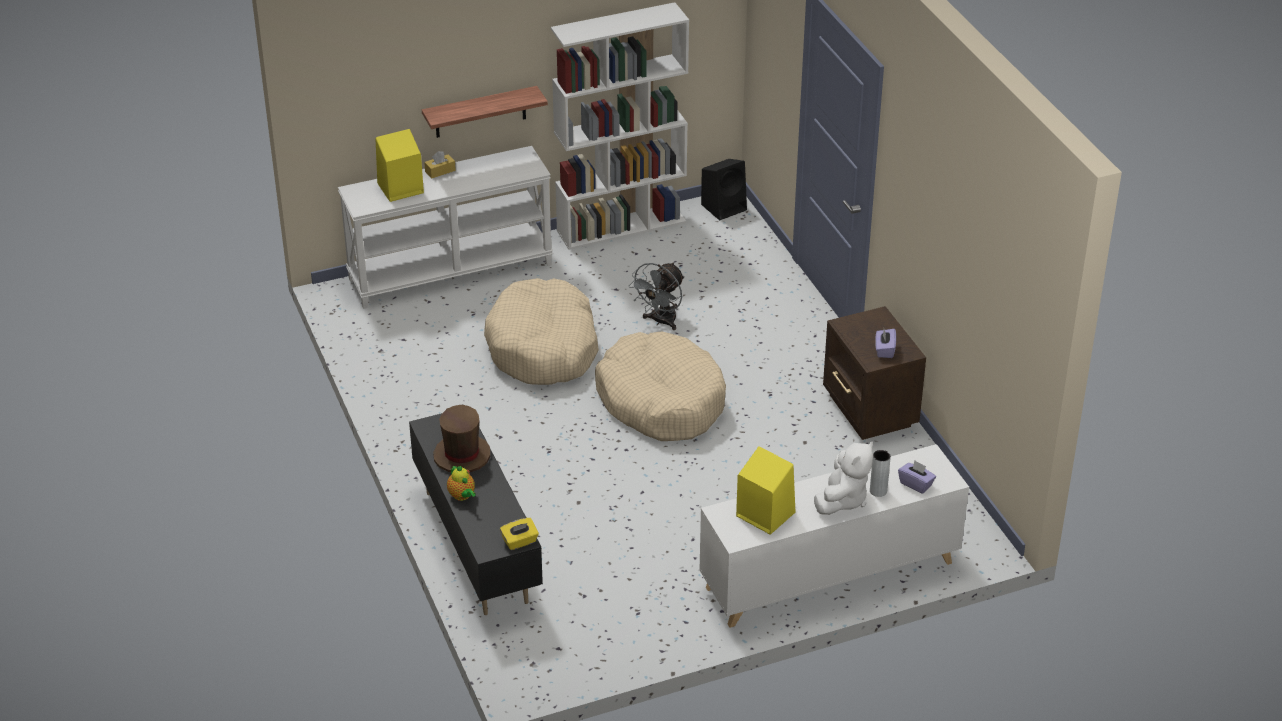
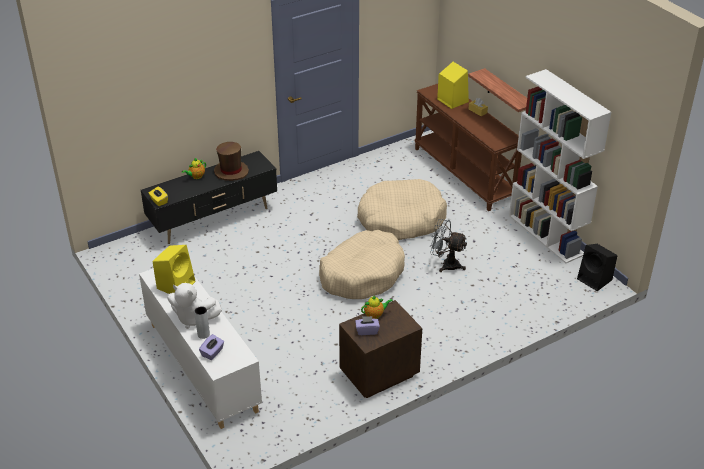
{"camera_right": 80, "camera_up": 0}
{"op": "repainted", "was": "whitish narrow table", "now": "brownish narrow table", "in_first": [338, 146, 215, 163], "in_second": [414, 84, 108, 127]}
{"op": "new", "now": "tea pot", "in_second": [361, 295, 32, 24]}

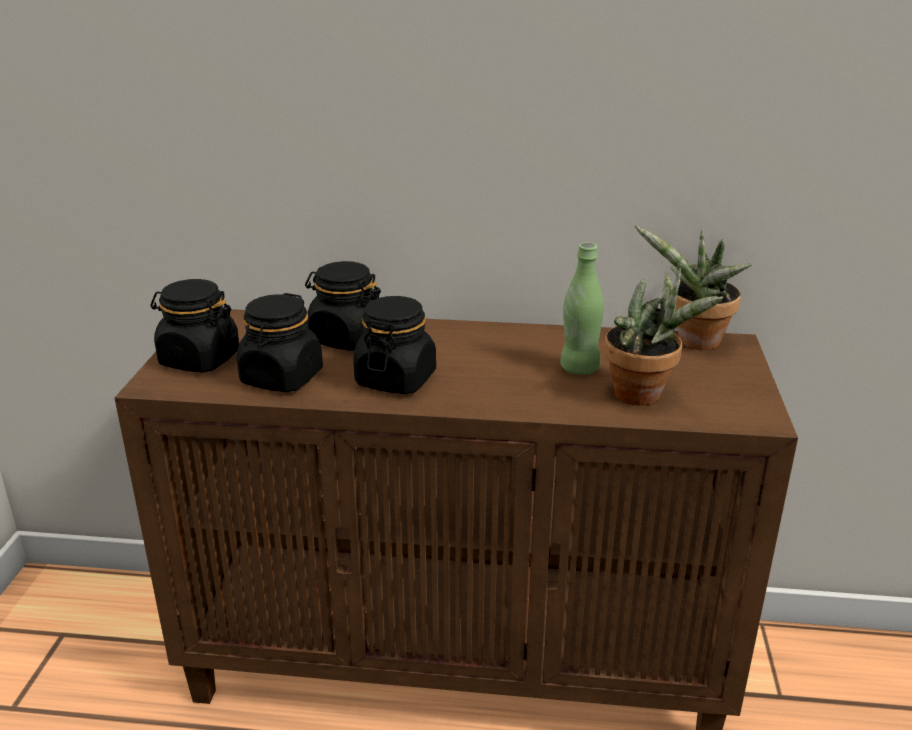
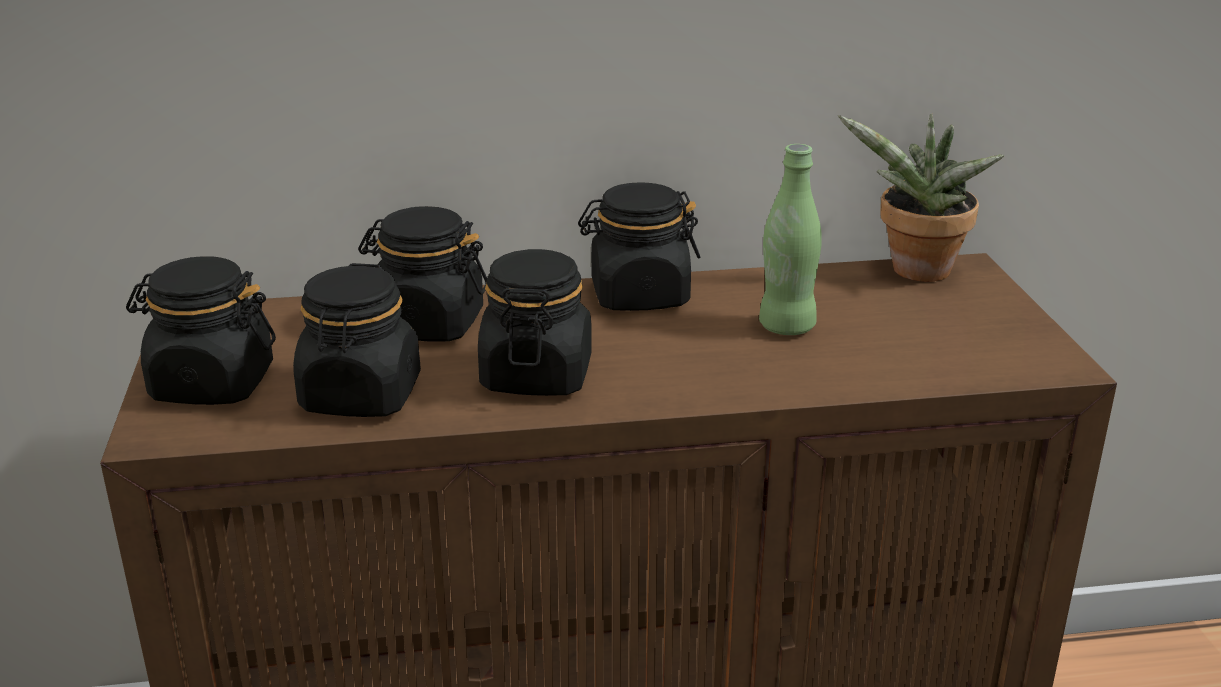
{"camera_right": -15, "camera_up": 0}
{"op": "gone", "was": "plant in a pot", "in_first": [604, 268, 119, 138]}
{"op": "new", "now": "blackish storage jar", "in_second": [578, 182, 122, 129]}

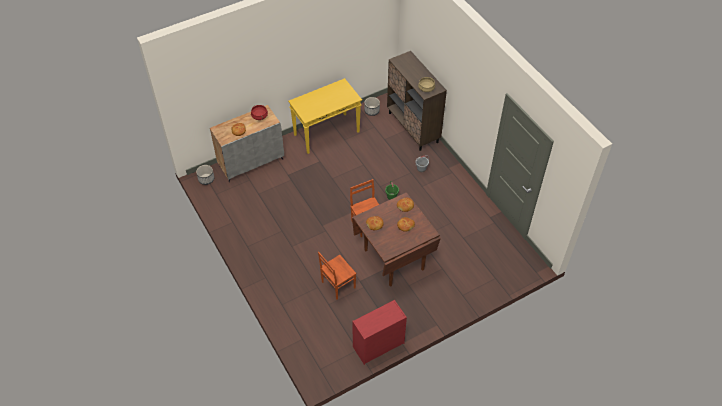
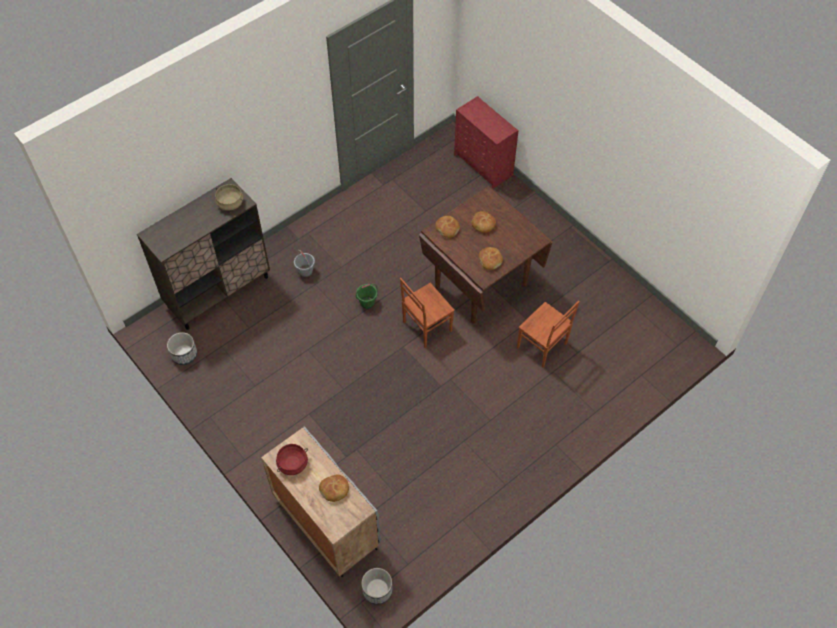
{"camera_right": -100, "camera_up": 5}
{"op": "gone", "was": "yellow narrow table", "in_first": [288, 78, 74, 76]}
{"op": "shifted", "was": "reddish dresser", "in_first": [352, 300, 55, 65], "in_second": [454, 96, 65, 93]}

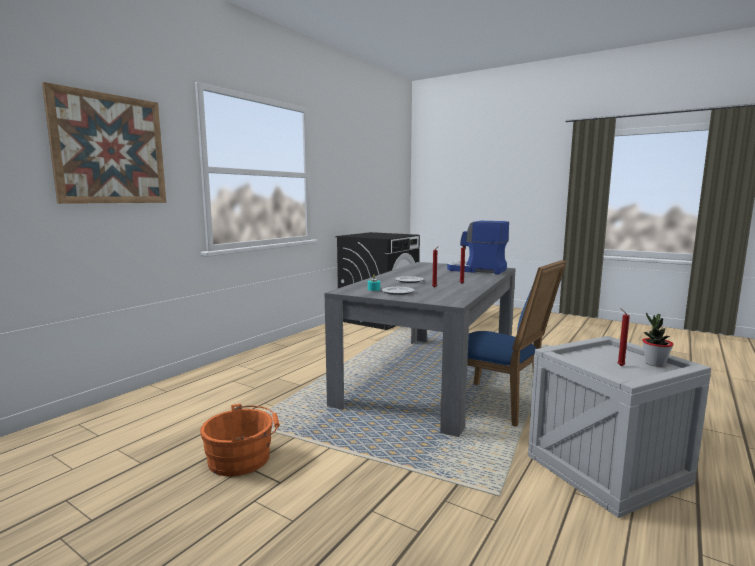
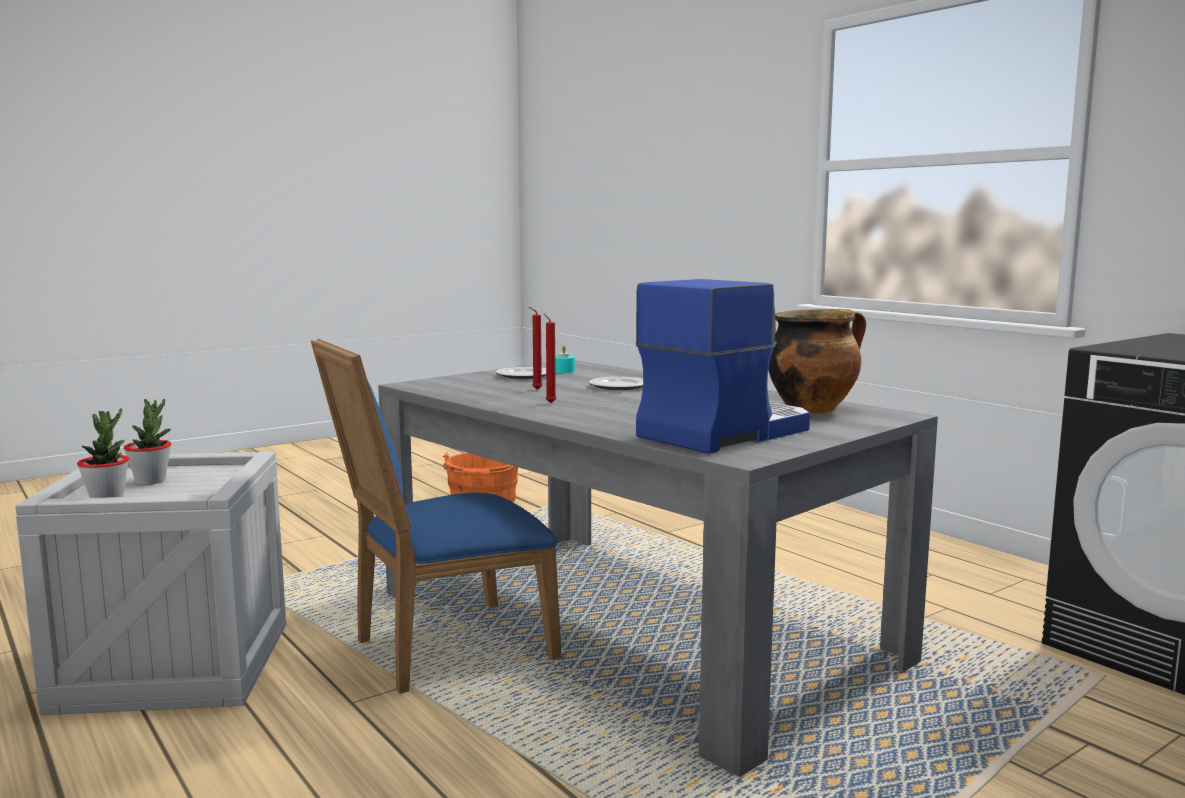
{"camera_right": 110, "camera_up": 0}
{"op": "gone", "was": "wall art", "in_first": [42, 82, 124, 122]}
{"op": "swapped", "was": "reddish candle", "now": "plant in a pot", "in_first": [617, 308, 13, 58], "in_second": [124, 399, 47, 86]}
{"op": "new", "now": "cooking pot", "in_second": [769, 309, 97, 105]}

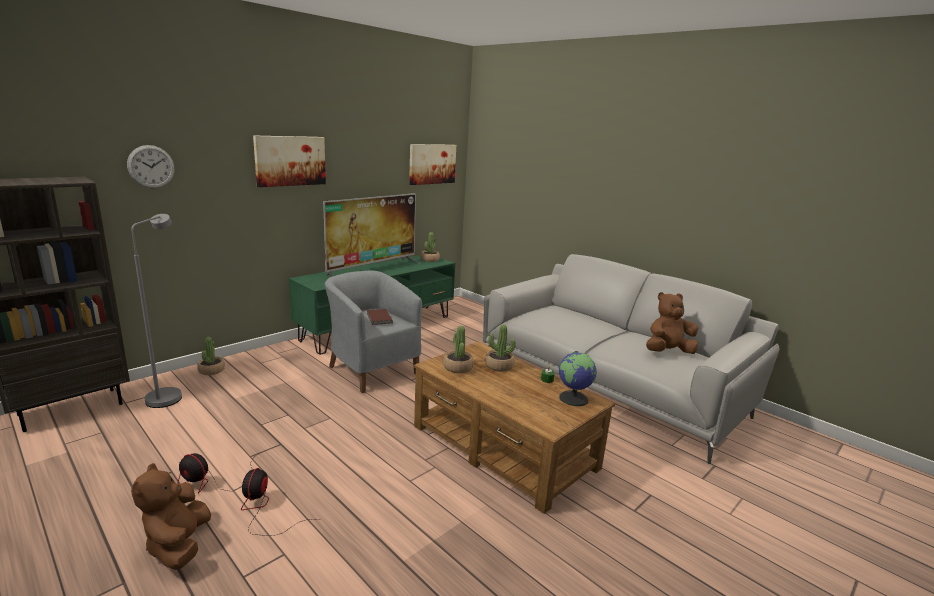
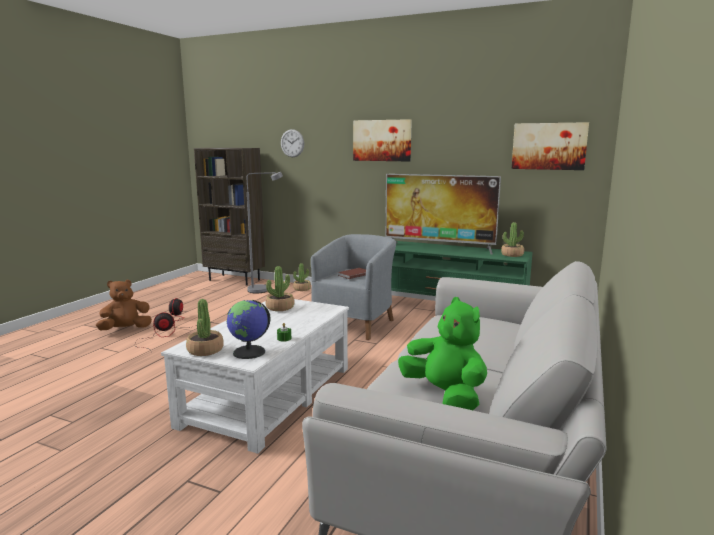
{"camera_right": 70, "camera_up": -5}
{"op": "repainted", "was": "brownish plush toy", "now": "green-coloured plush toy", "in_first": [646, 292, 53, 62], "in_second": [398, 297, 89, 113]}
{"op": "shifted", "was": "plant in a pot", "in_first": [485, 324, 31, 48], "in_second": [186, 299, 38, 57]}
{"op": "repainted", "was": "brownish coffee table", "now": "whitish coffee table", "in_first": [414, 342, 201, 172], "in_second": [161, 299, 188, 155]}

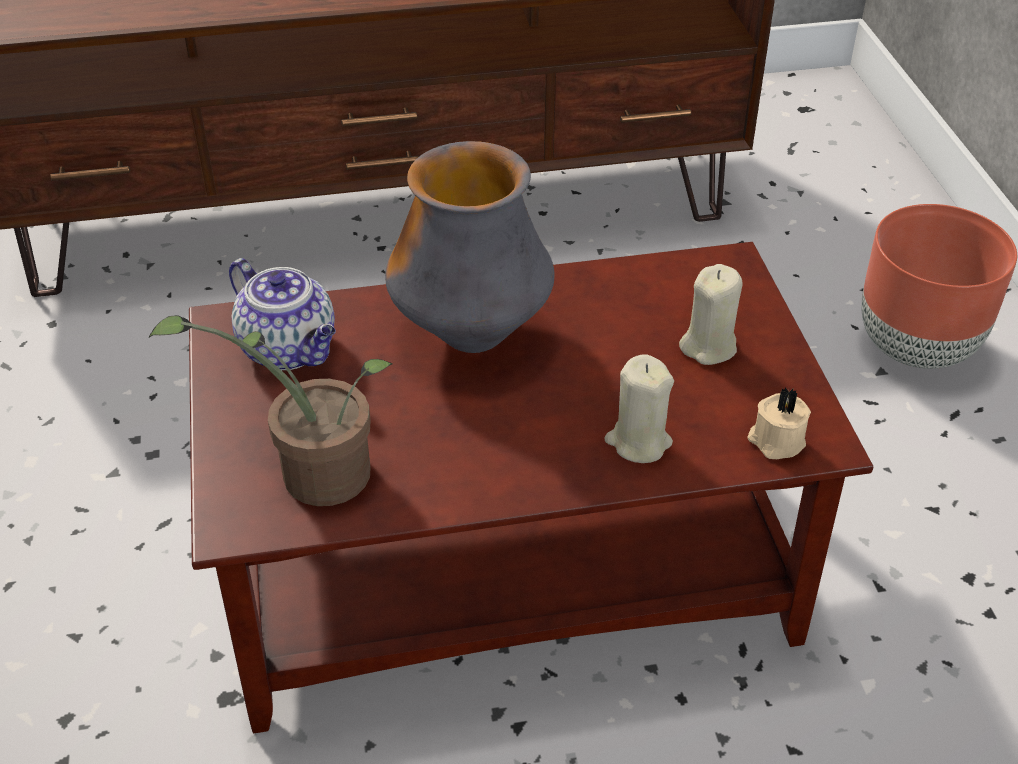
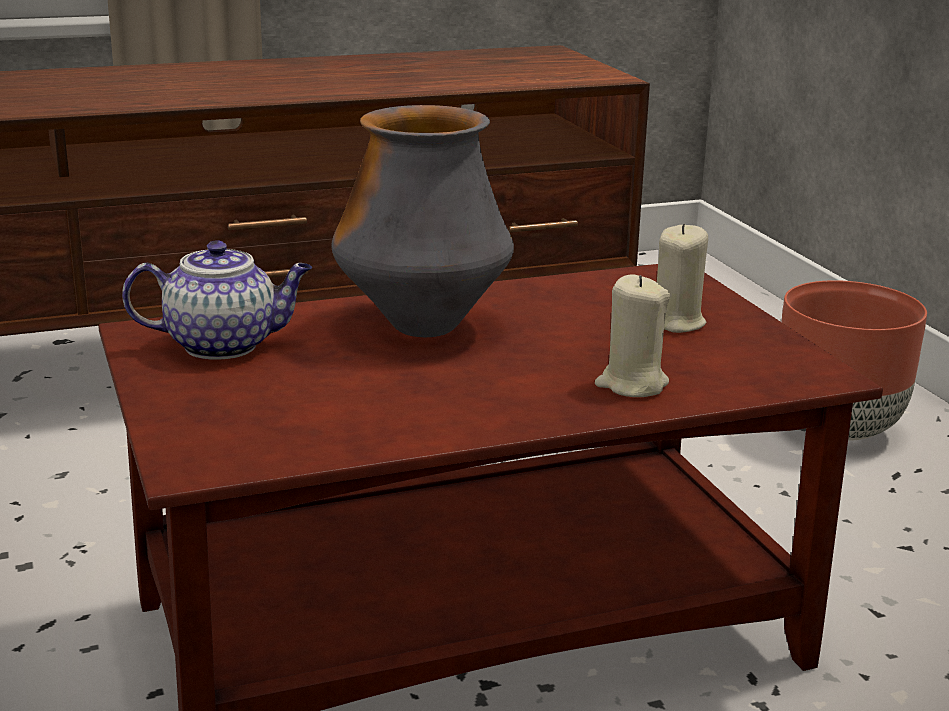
{"camera_right": -10, "camera_up": -20}
{"op": "rotated", "was": "tea pot", "in_first": [229, 258, 107, 112], "in_second": [122, 240, 190, 120], "clockwise": -45}
{"op": "gone", "was": "plant in a pot", "in_first": [149, 315, 243, 191]}
{"op": "gone", "was": "beige-coloured candle", "in_first": [747, 387, 64, 72]}

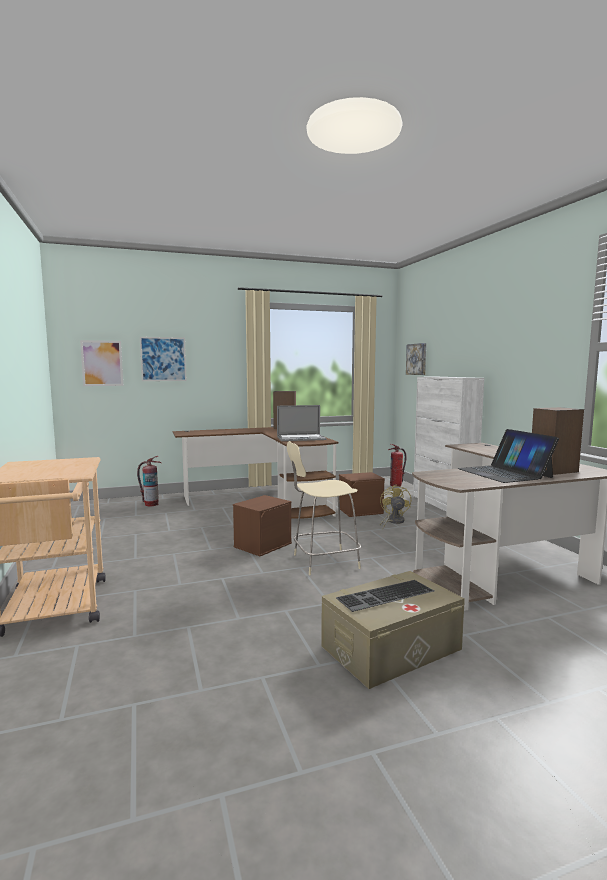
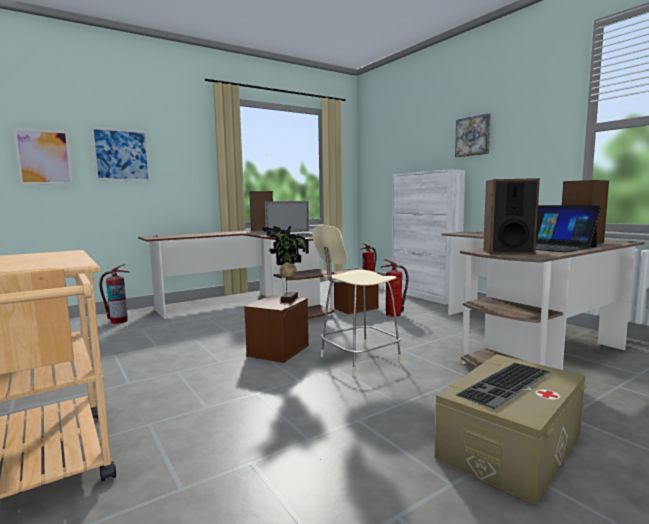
{"camera_right": -15, "camera_up": 0}
{"op": "shifted", "was": "wall art", "in_first": [406, 343, 20, 32], "in_second": [455, 113, 36, 44]}
{"op": "swapped", "was": "yellow fan", "now": "fire-fighting cylinder", "in_first": [380, 484, 31, 44], "in_second": [380, 259, 29, 58]}
{"op": "new", "now": "audio speaker", "in_second": [483, 178, 57, 77]}
{"op": "new", "now": "plant in a pot", "in_second": [262, 226, 47, 77]}

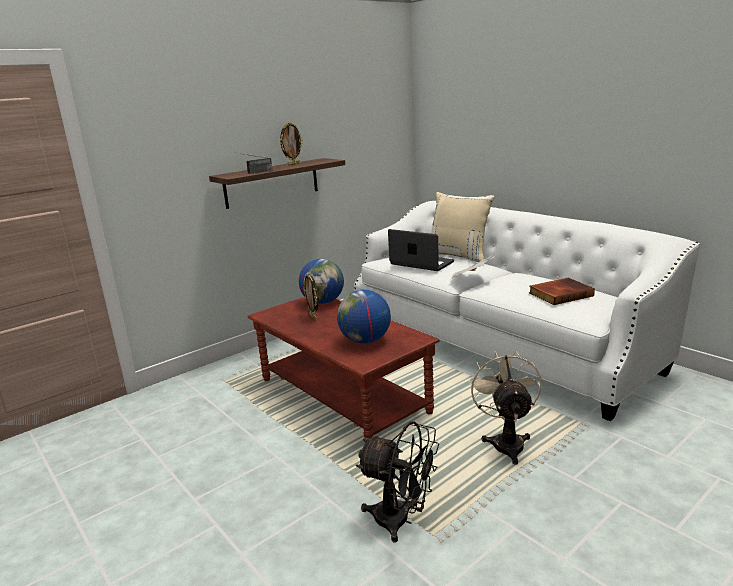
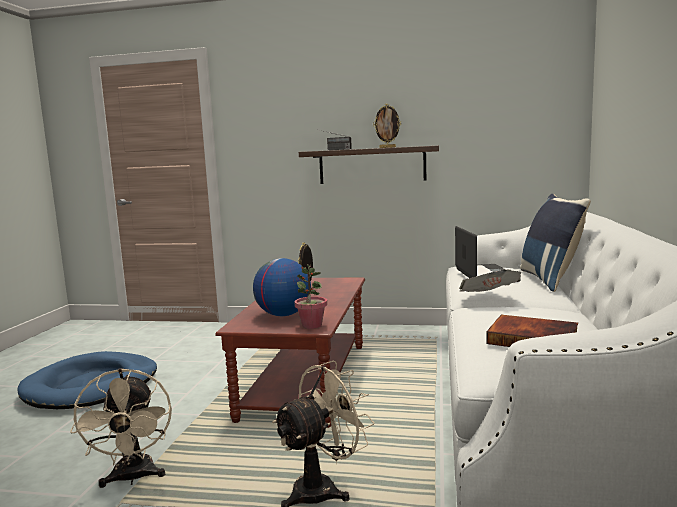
{"camera_right": 50, "camera_up": -10}
{"op": "repainted", "was": "beige-coloured pillow", "now": "bluish pillow", "in_first": [431, 192, 64, 70], "in_second": [520, 194, 71, 98]}
{"op": "gone", "was": "world globe", "in_first": [299, 259, 45, 45]}
{"op": "repainted", "was": "blackish fan", "now": "beige-coloured fan", "in_first": [356, 421, 83, 122], "in_second": [70, 368, 102, 120]}
{"op": "new", "now": "plant in a pot", "in_second": [294, 264, 33, 65]}
{"op": "new", "now": "bluish dog cushion", "in_second": [17, 351, 140, 58]}

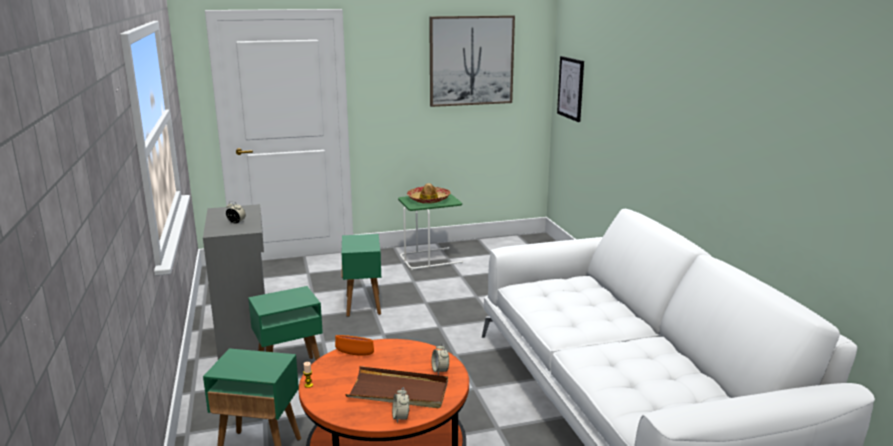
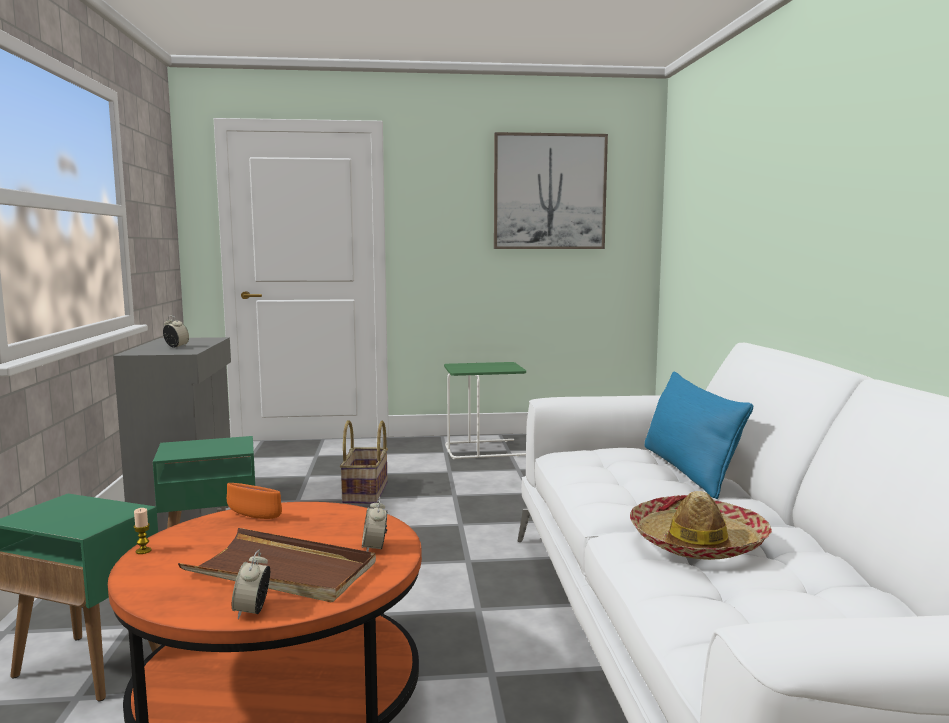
{"camera_right": 10, "camera_up": -10}
{"op": "gone", "was": "wall art", "in_first": [557, 56, 27, 66]}
{"op": "shifted", "was": "clothing hat", "in_first": [407, 183, 44, 21], "in_second": [630, 491, 142, 69]}
{"op": "swapped", "was": "green-coloured accent table", "now": "household basket", "in_first": [341, 234, 40, 83], "in_second": [340, 420, 48, 84]}
{"op": "new", "now": "bluish pillow", "in_second": [644, 371, 109, 128]}

